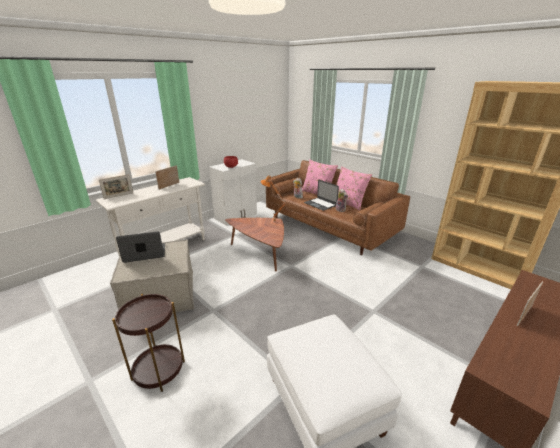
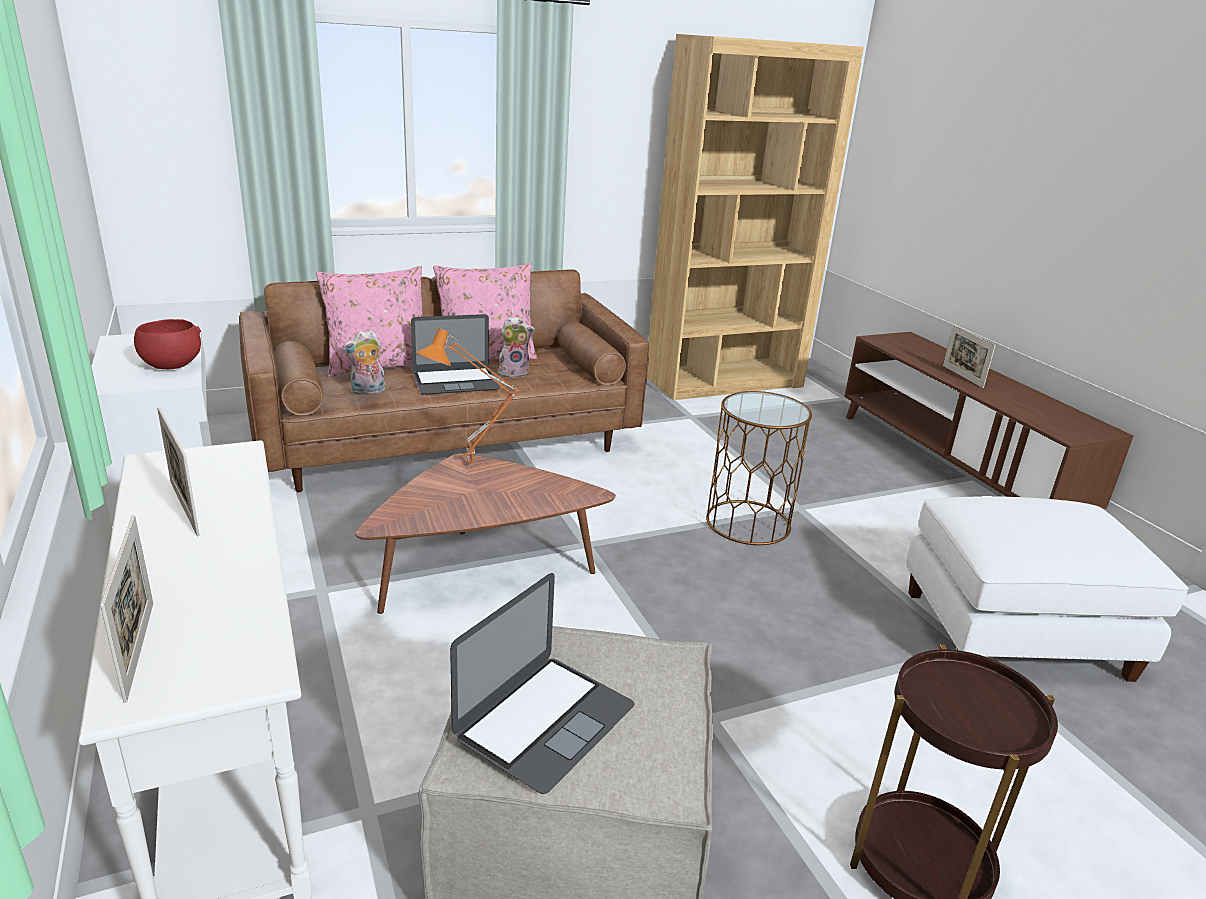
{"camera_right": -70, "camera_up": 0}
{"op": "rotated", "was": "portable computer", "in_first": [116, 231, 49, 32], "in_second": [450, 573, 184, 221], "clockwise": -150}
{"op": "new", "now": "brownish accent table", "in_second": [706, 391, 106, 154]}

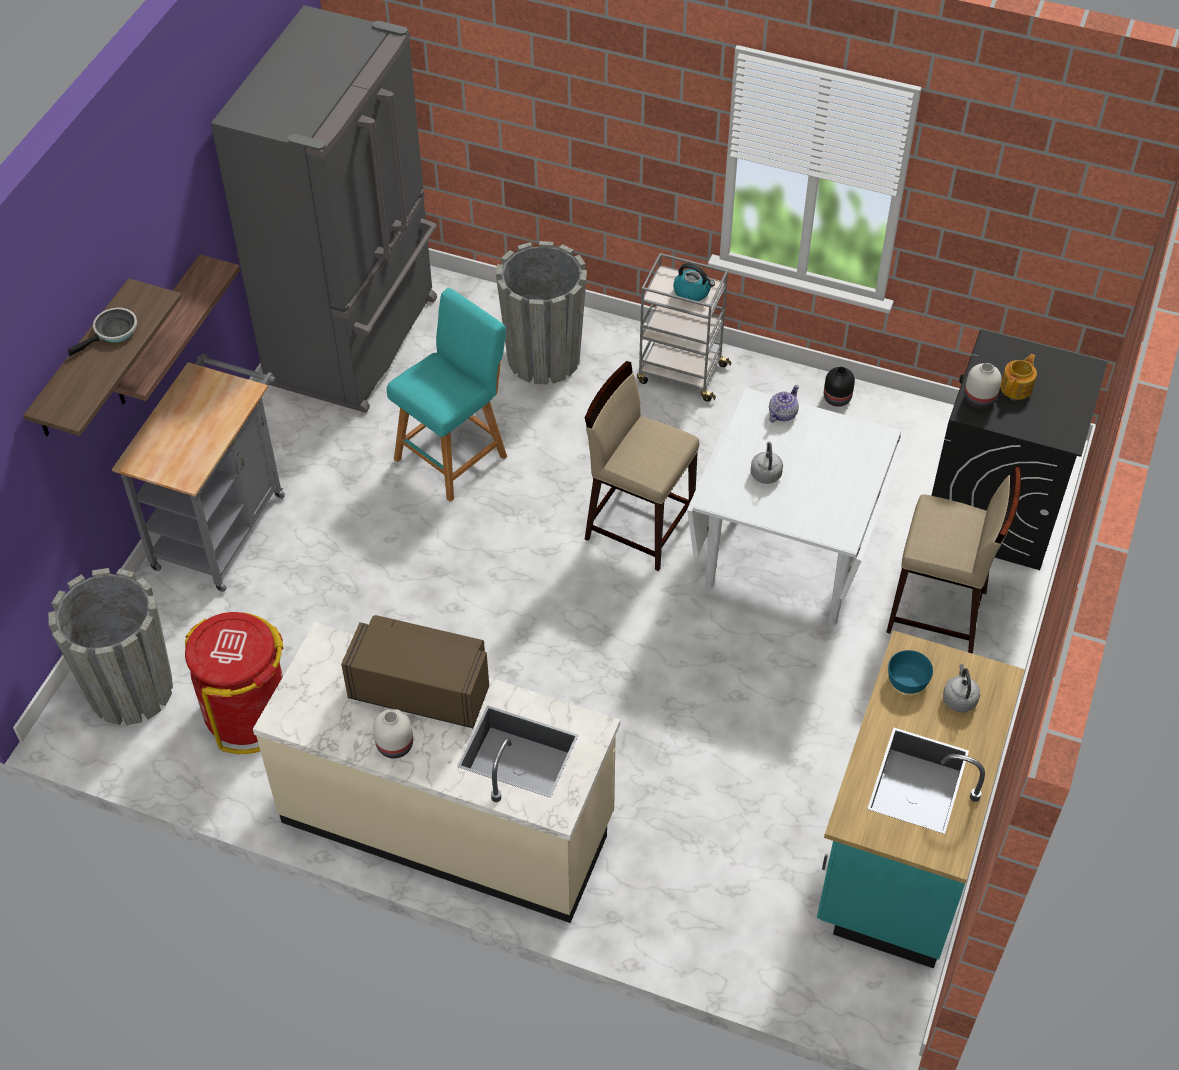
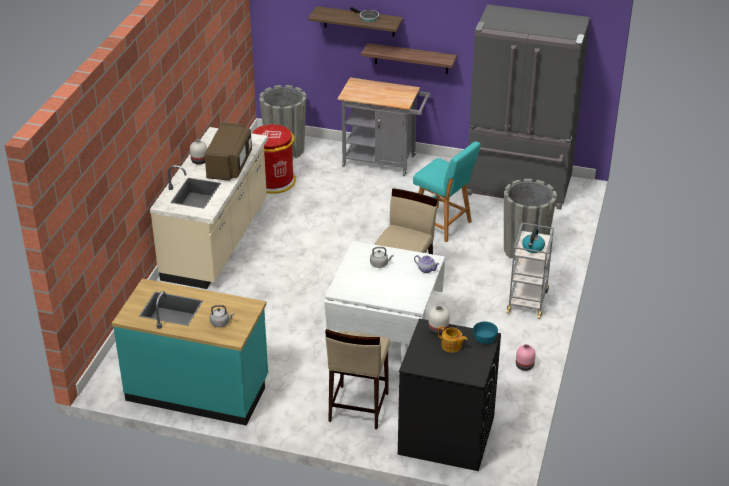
{"camera_right": 85, "camera_up": -15}
{"op": "repainted", "was": "blackish flower vase", "now": "pink-coloured flower vase", "in_first": [824, 367, 31, 40], "in_second": [516, 344, 19, 27]}
{"op": "shifted", "was": "turquoise-coloured bowl", "in_first": [888, 650, 45, 44], "in_second": [473, 321, 25, 23]}

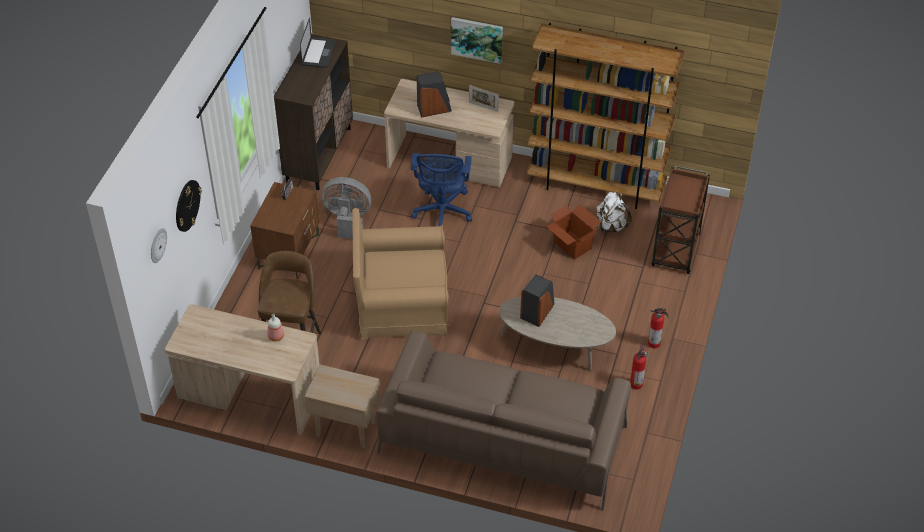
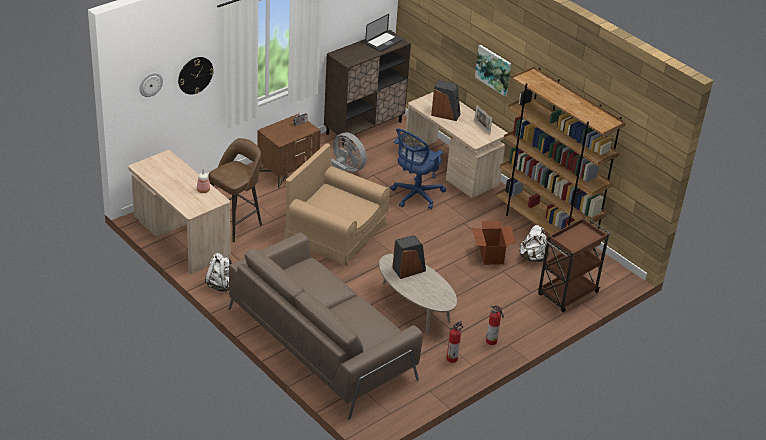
{"camera_right": 30, "camera_up": -10}
{"op": "swapped", "was": "beige-coloured accent table", "now": "whitish backpack", "in_first": [304, 364, 76, 84], "in_second": [205, 253, 27, 39]}

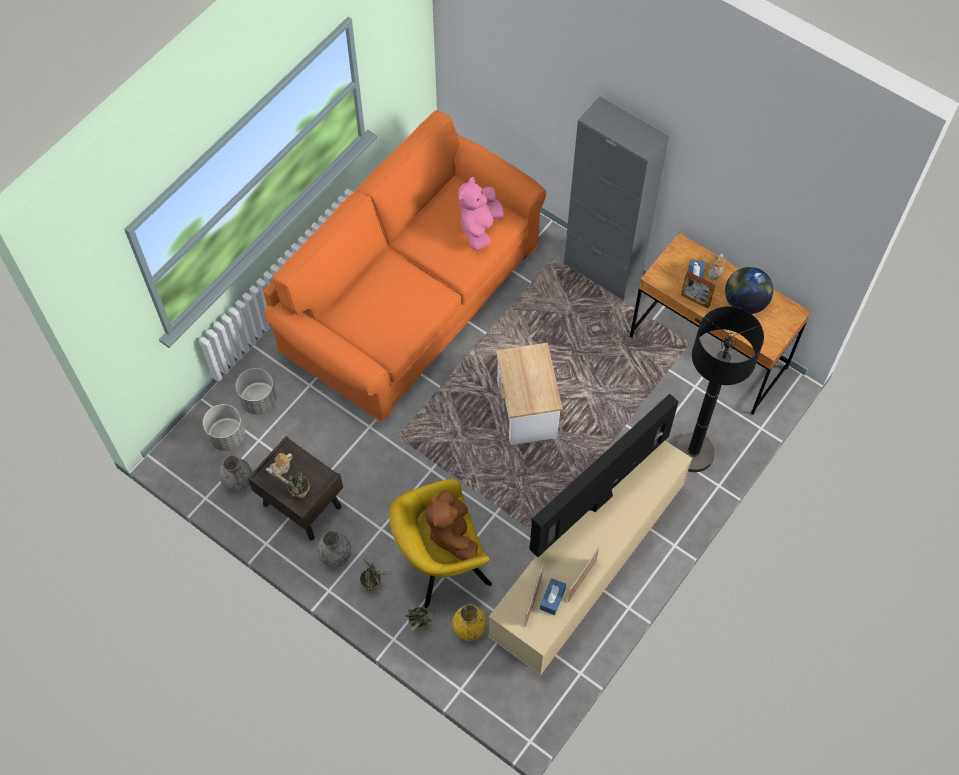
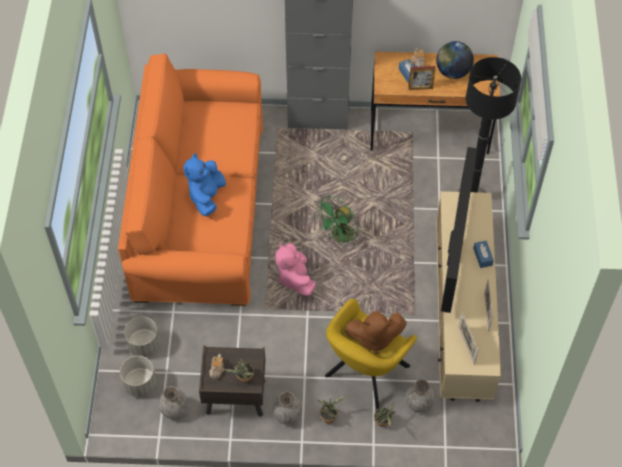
{"camera_right": -35, "camera_up": -5}
{"op": "shifted", "was": "pink-coloured plush toy", "in_first": [458, 177, 46, 73], "in_second": [275, 243, 41, 53]}
{"op": "swapped", "was": "accent table", "now": "green-coloured fan", "in_first": [496, 343, 66, 102], "in_second": [315, 195, 45, 50]}
{"op": "rotated", "was": "brownish plush toy", "in_first": [425, 490, 53, 71], "in_second": [345, 311, 62, 43], "clockwise": -45}
{"op": "shifted", "was": "bluish box of tissues", "in_first": [540, 578, 26, 37], "in_second": [473, 241, 21, 27]}
{"op": "repainted", "was": "yellow flower vase", "now": "gray flower vase", "in_first": [452, 604, 35, 37], "in_second": [406, 379, 29, 33]}
{"op": "new", "now": "bluish plush toy", "in_second": [183, 153, 43, 63]}

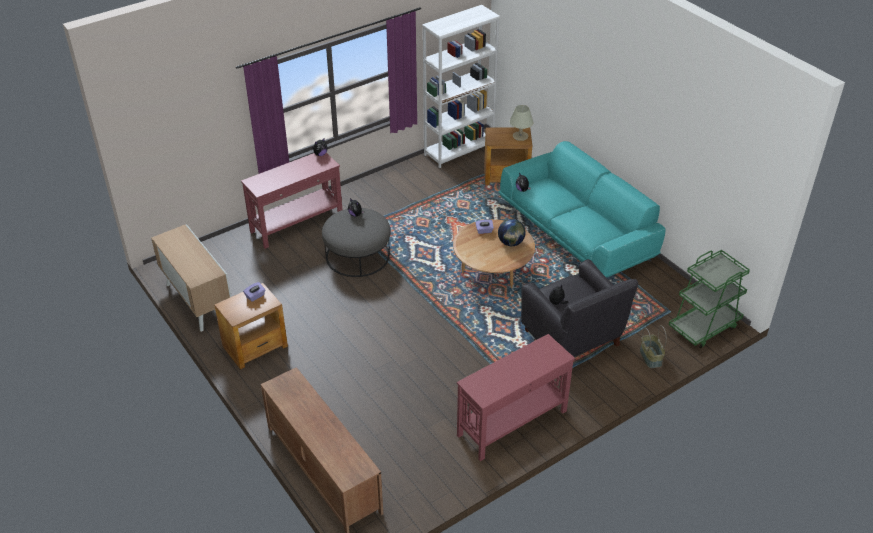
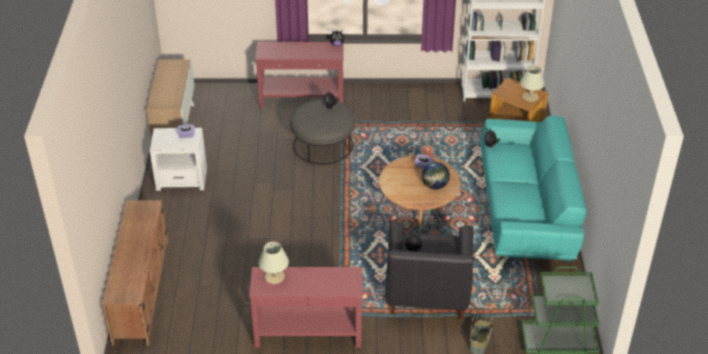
{"camera_right": 35, "camera_up": 0}
{"op": "repainted", "was": "brownish accent table", "now": "whitish accent table", "in_first": [214, 283, 74, 86], "in_second": [150, 128, 57, 63]}
{"op": "new", "now": "beige-coloured tabletop lamp", "in_second": [258, 242, 31, 42]}

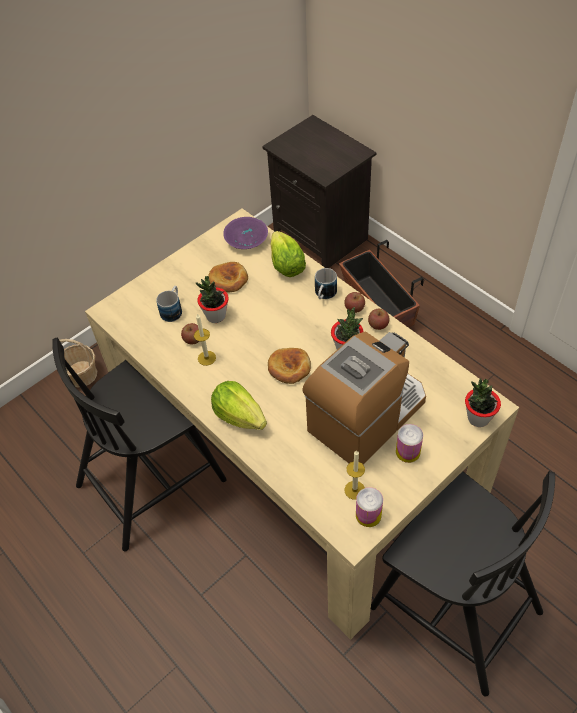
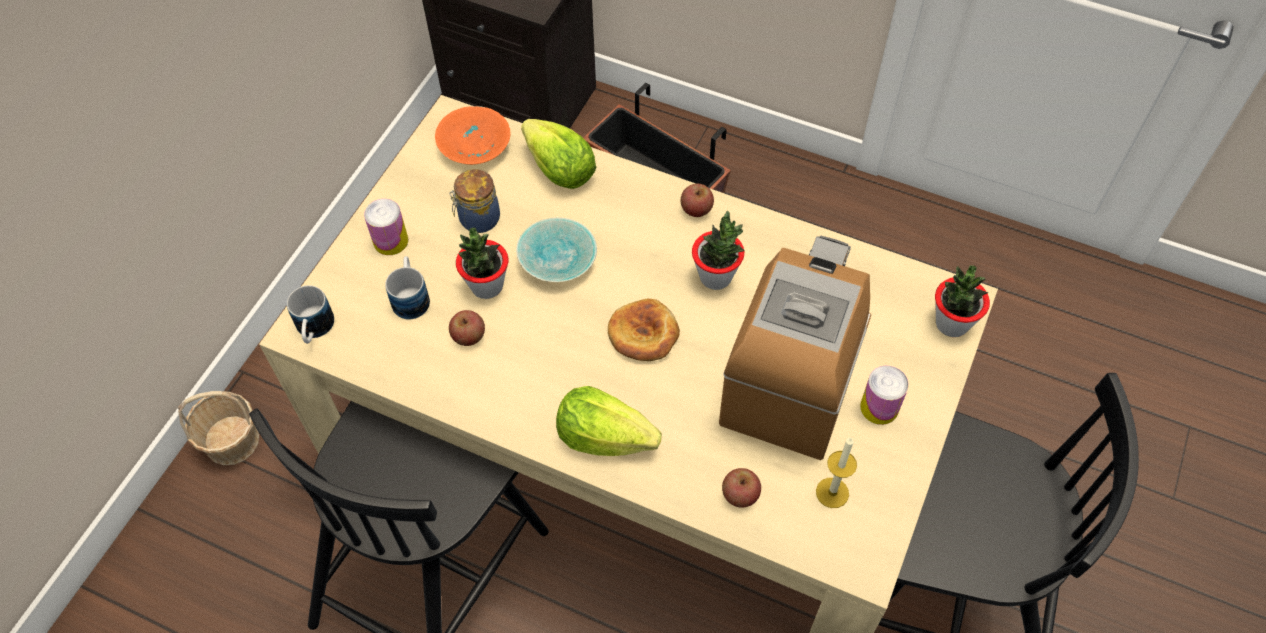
{"camera_right": -25, "camera_up": 5}
{"op": "repainted", "was": "purple-coloured bowl", "now": "orange-coloured bowl", "in_first": [223, 217, 45, 32], "in_second": [435, 106, 75, 59]}
{"op": "swapped", "was": "baked bread", "now": "storage jar", "in_first": [208, 262, 40, 30], "in_second": [449, 169, 51, 64]}
{"op": "shifted", "was": "mug", "in_first": [315, 268, 22, 31], "in_second": [287, 285, 47, 59]}
{"op": "shifted", "was": "apple fruit", "in_first": [368, 309, 21, 21], "in_second": [722, 468, 39, 40]}
{"op": "gone", "was": "candle", "in_first": [194, 314, 22, 52]}
{"op": "shifted", "was": "can", "in_first": [356, 487, 27, 40], "in_second": [364, 199, 44, 56]}
{"op": "new", "now": "turquoise-coloured bowl", "in_second": [516, 217, 81, 65]}

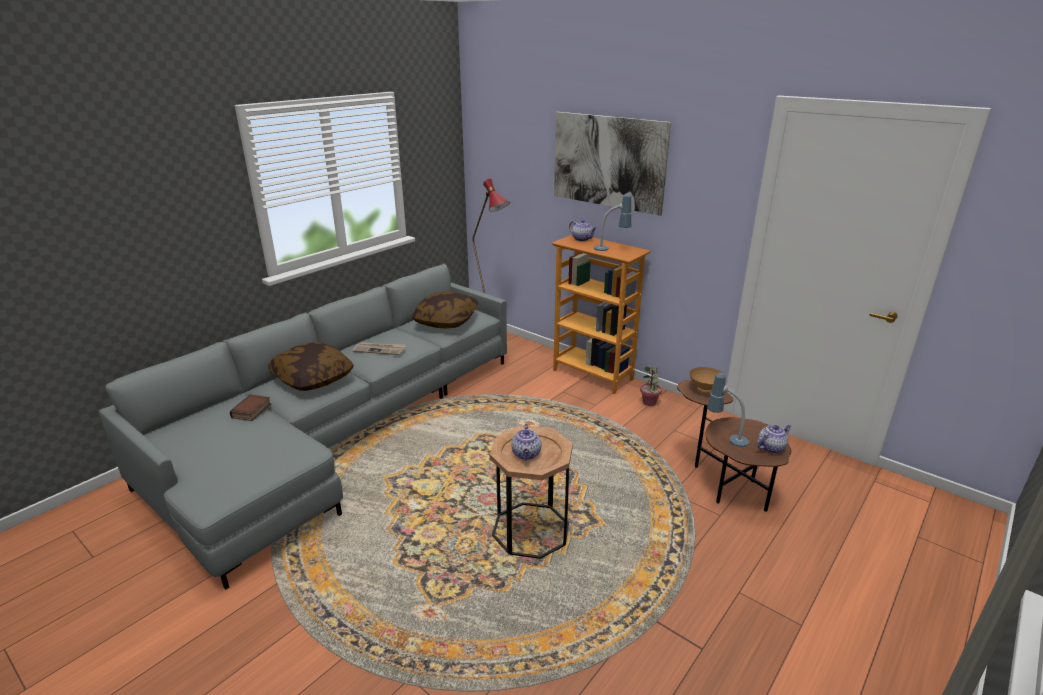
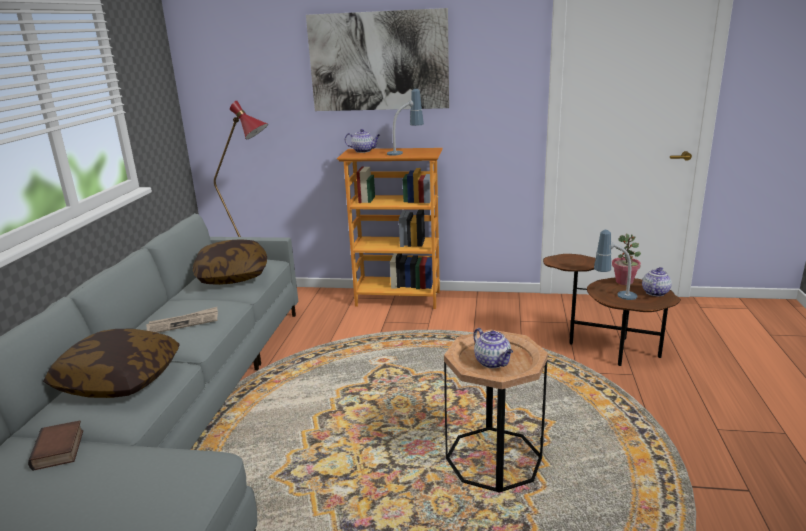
{"camera_right": -30, "camera_up": -5}
{"op": "shifted", "was": "plant in a pot", "in_first": [640, 366, 22, 40], "in_second": [612, 234, 29, 51]}
{"op": "gone", "was": "brownish bowl", "in_first": [690, 367, 35, 26]}

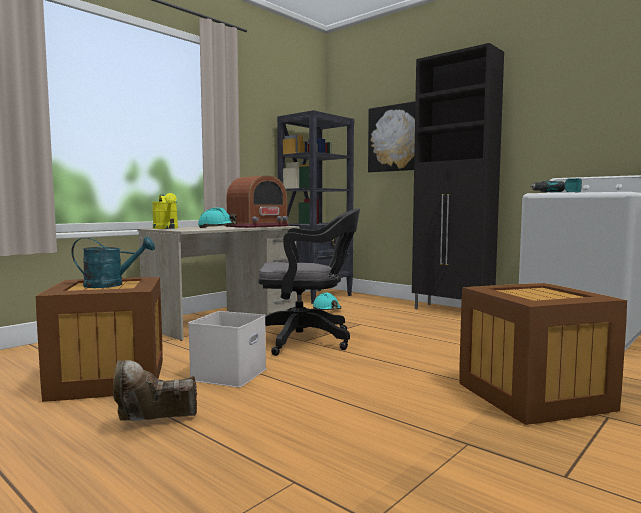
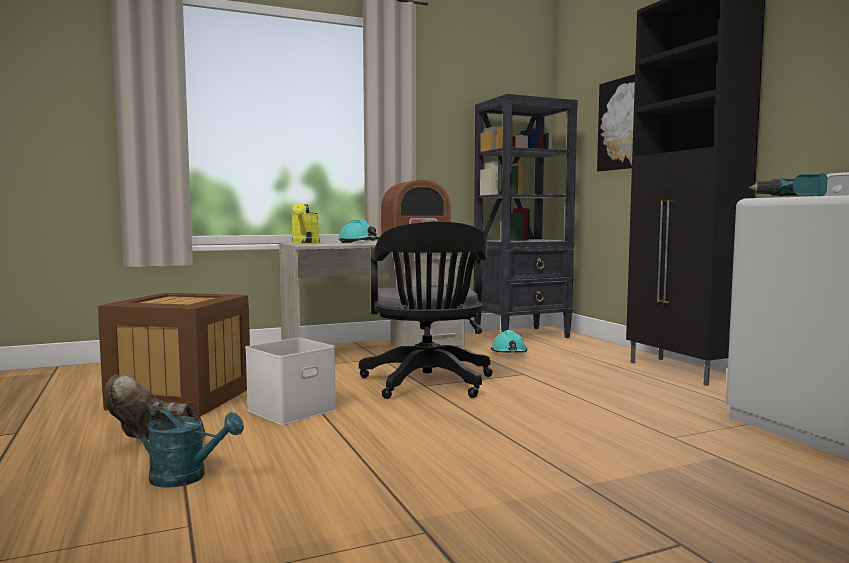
{"camera_right": 25, "camera_up": 0}
{"op": "rotated", "was": "blackish desk chair", "in_first": [258, 209, 102, 147], "in_second": [359, 221, 134, 178], "clockwise": 60}
{"op": "shifted", "was": "turquoise-coloured watering can", "in_first": [71, 236, 84, 52], "in_second": [138, 406, 106, 82]}
{"op": "gone", "was": "shipping crate", "in_first": [459, 283, 168, 142]}

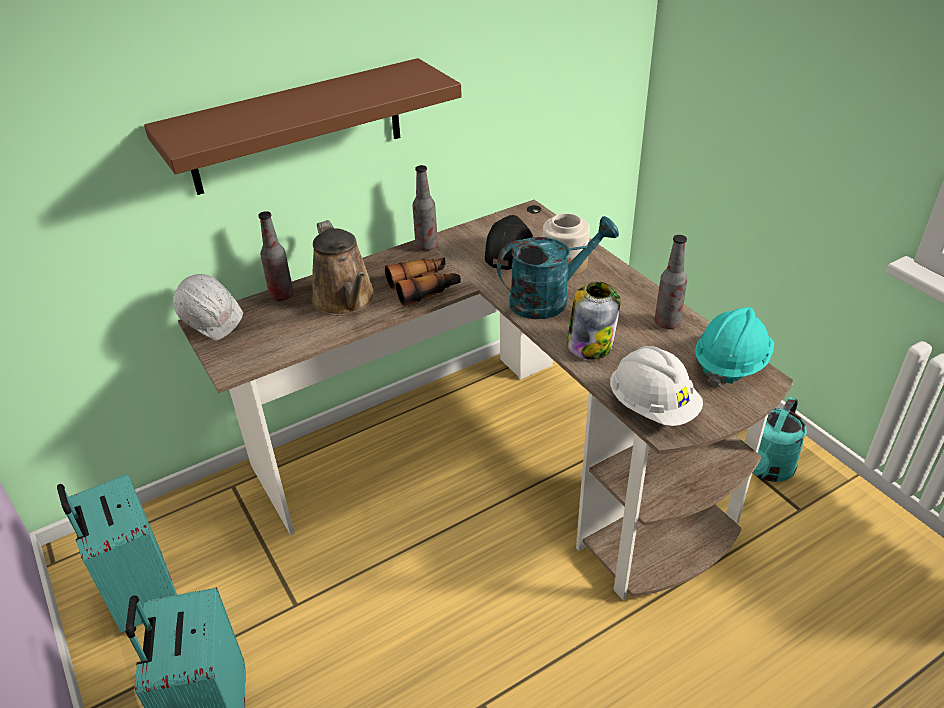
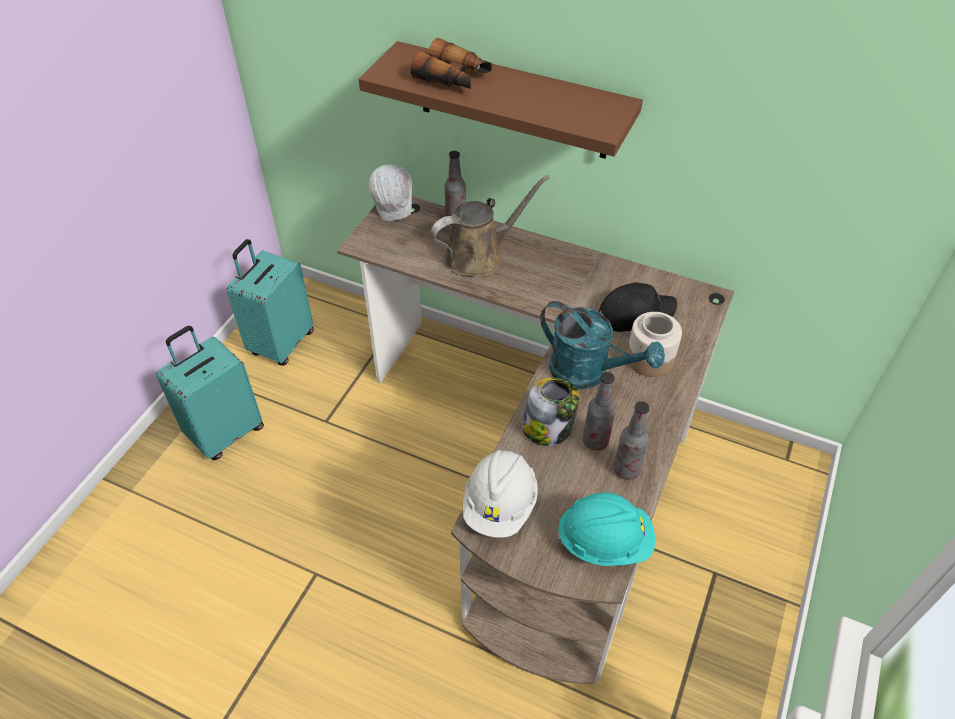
{"camera_right": 55, "camera_up": 10}
{"op": "shifted", "was": "beverage bottle", "in_first": [412, 165, 26, 86], "in_second": [583, 372, 33, 78]}
{"op": "rotated", "was": "brownish watering can", "in_first": [312, 220, 63, 96], "in_second": [431, 175, 118, 102], "clockwise": -150}
{"op": "shifted", "was": "pair of binoculars", "in_first": [385, 257, 76, 49], "in_second": [410, 38, 82, 51]}
{"op": "gone", "was": "turquoise-coloured watering can", "in_first": [752, 397, 55, 85]}

